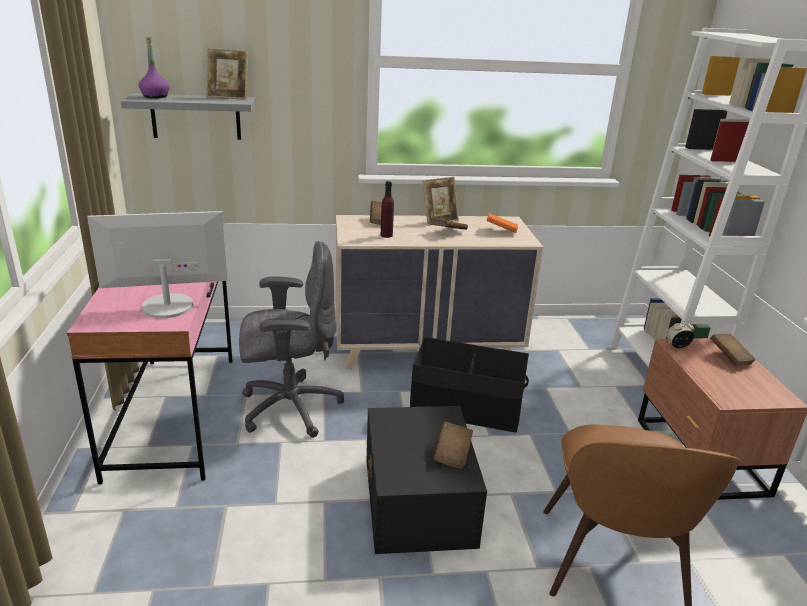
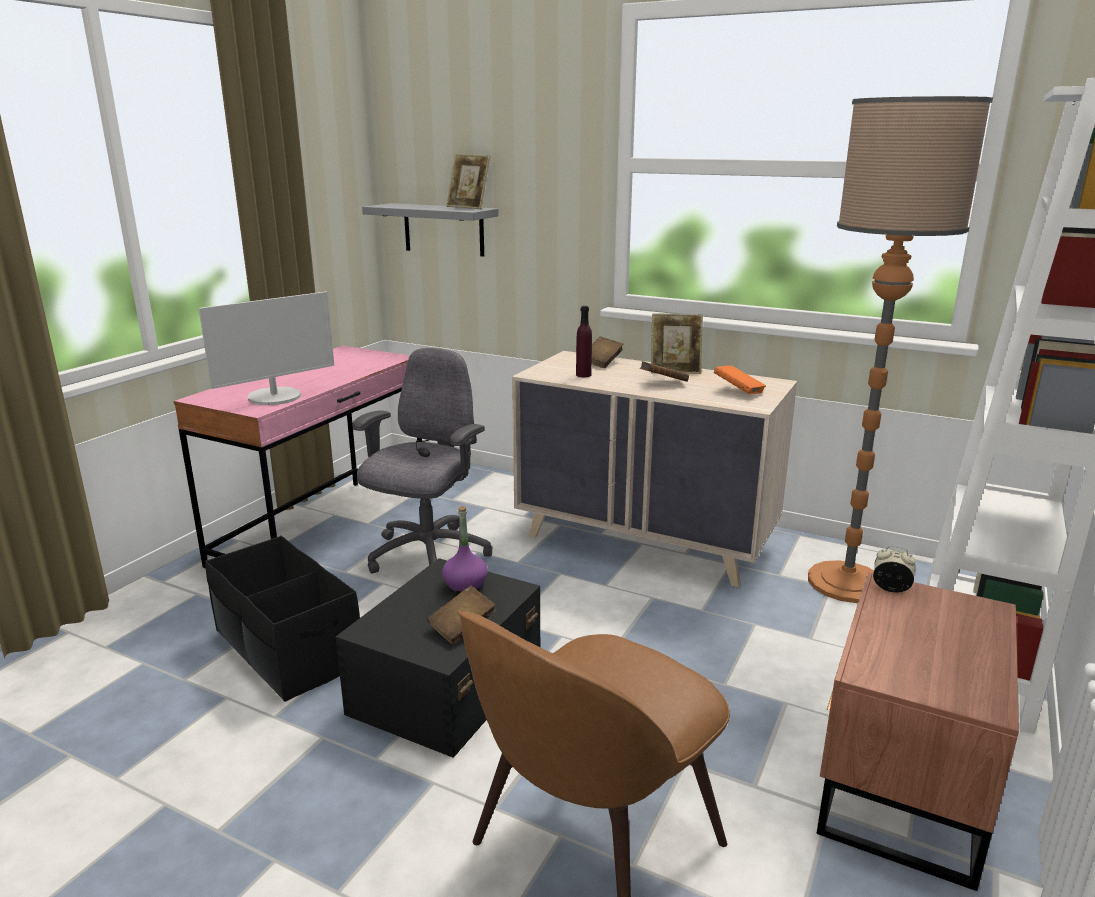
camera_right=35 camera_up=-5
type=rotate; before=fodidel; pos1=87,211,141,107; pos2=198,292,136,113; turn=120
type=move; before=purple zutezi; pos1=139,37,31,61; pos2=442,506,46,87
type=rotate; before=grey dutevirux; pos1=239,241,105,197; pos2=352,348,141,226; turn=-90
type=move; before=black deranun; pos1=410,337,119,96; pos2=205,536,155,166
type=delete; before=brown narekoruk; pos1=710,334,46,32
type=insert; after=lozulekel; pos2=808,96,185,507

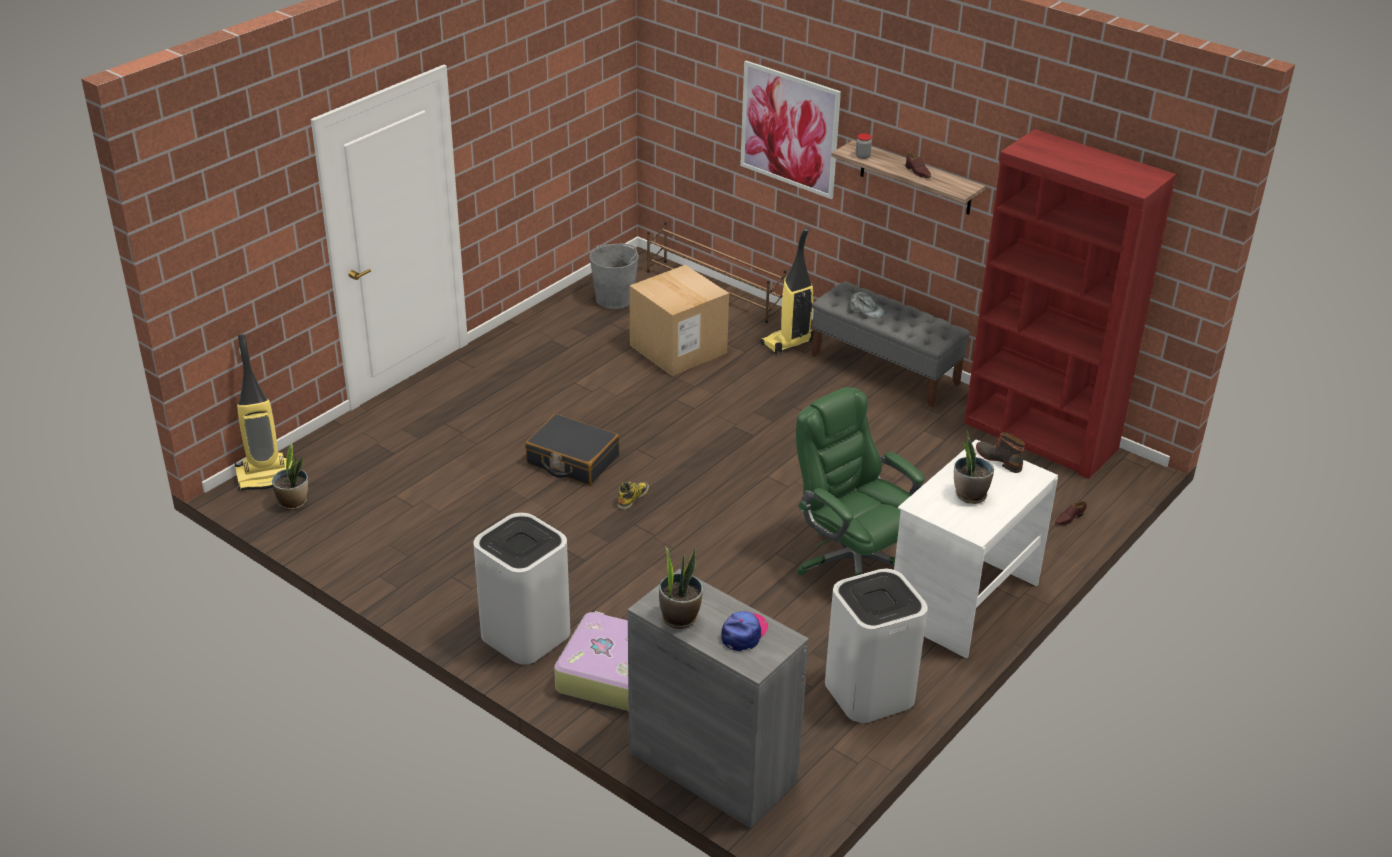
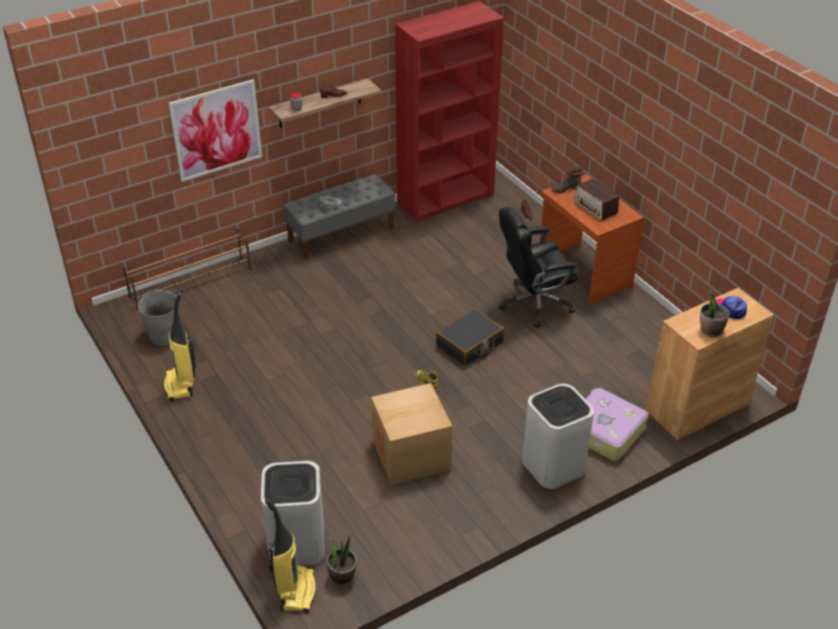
camera_right=-70 camera_up=5
type=move; before=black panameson; pos1=525,414,94,71; pos2=436,309,68,57
type=recolor; before=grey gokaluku; after=brown gokaluku; pos1=628,569,181,260; pos2=646,288,128,152
type=move; before=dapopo; pos1=629,265,100,111; pos2=371,383,81,102
type=move; before=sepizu; pos1=760,227,53,127; pos2=164,293,32,108
type=recolor; before=green dutevirux; after=black dutevirux; pos1=796,387,129,189; pos2=499,207,79,121
type=move; before=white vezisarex; pos1=825,569,102,154; pos2=261,461,64,105
type=recolor; before=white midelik; after=brown midelik; pos1=894,439,164,219; pos2=540,175,104,129
type=replace; before=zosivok; after=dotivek; pos1=954,430,40,74; pos2=574,178,45,43

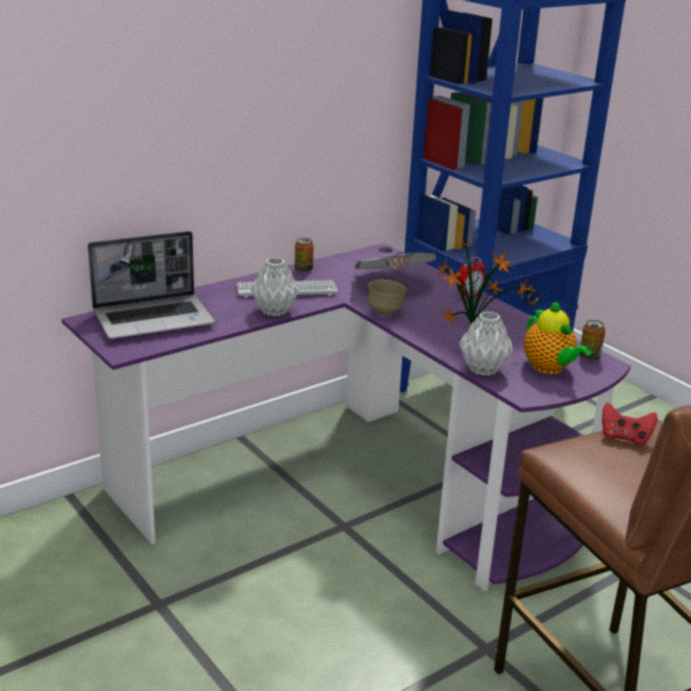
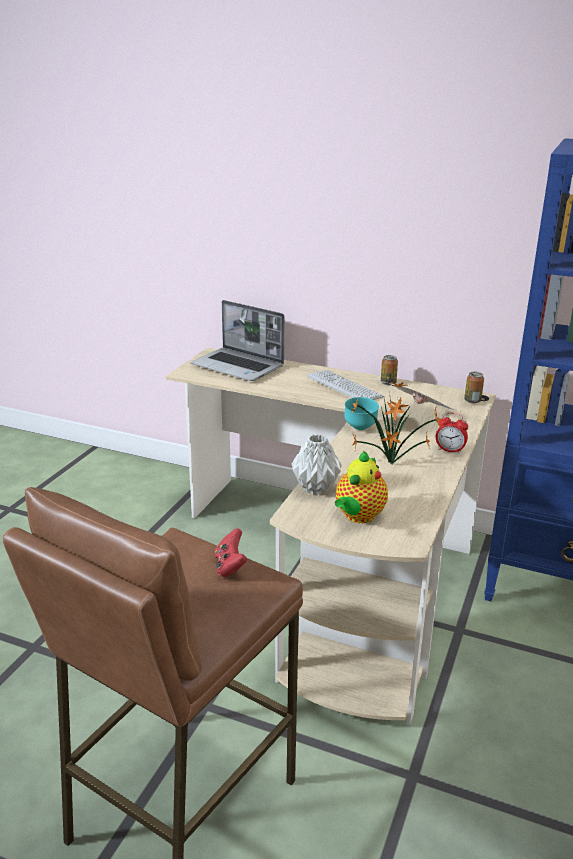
camera_right=60 camera_up=0
type=recolor; before=purple midelik; after=beige midelik; pos1=62,243,569,348; pos2=166,347,330,378
type=delete; before=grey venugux; pos1=251,258,48,58
type=recolor; before=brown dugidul; after=turquoise dugidul; pos1=368,280,39,36; pos2=344,397,35,33
type=move; before=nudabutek; pos1=579,320,26,41; pos2=464,372,20,32

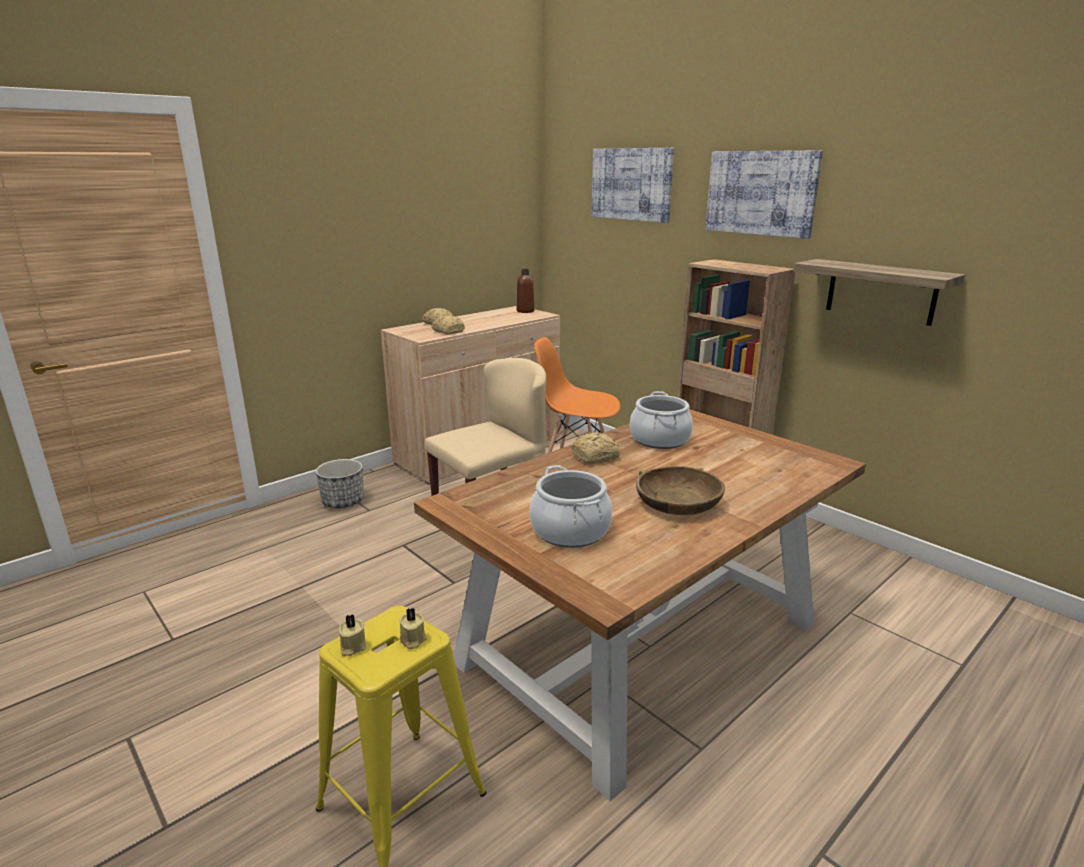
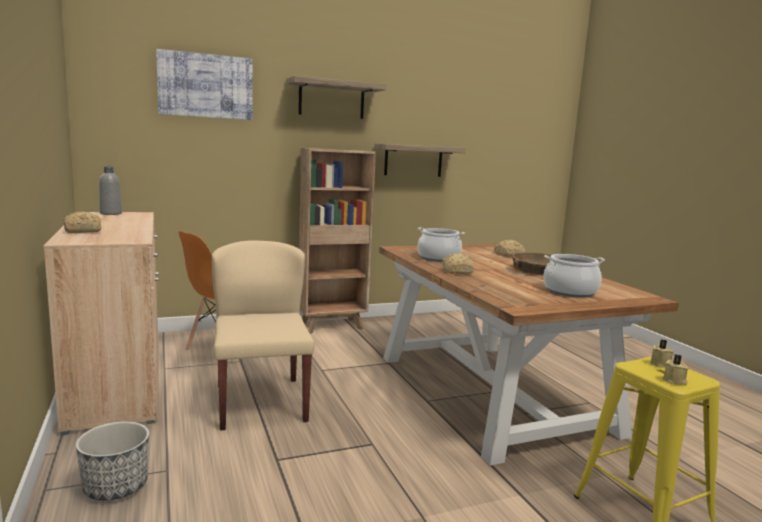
camera_right=-70 camera_up=-10
type=move; before=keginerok; pos1=431,315,34,19; pos2=494,240,31,17
type=recolor; before=brown zutezi; after=grey zutezi; pos1=517,269,17,44; pos2=99,167,23,48
type=replace; before=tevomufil; after=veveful; pos1=705,150,118,89; pos2=287,76,99,43

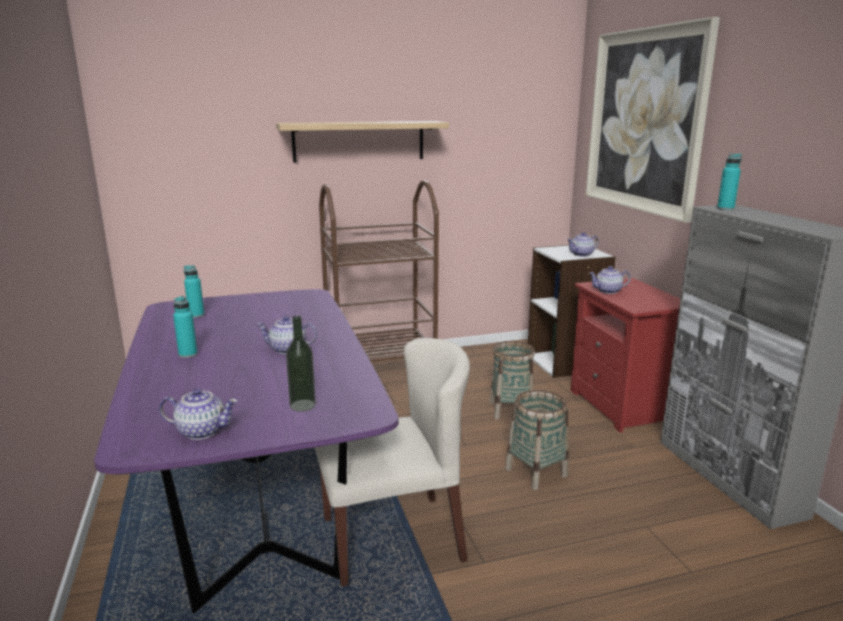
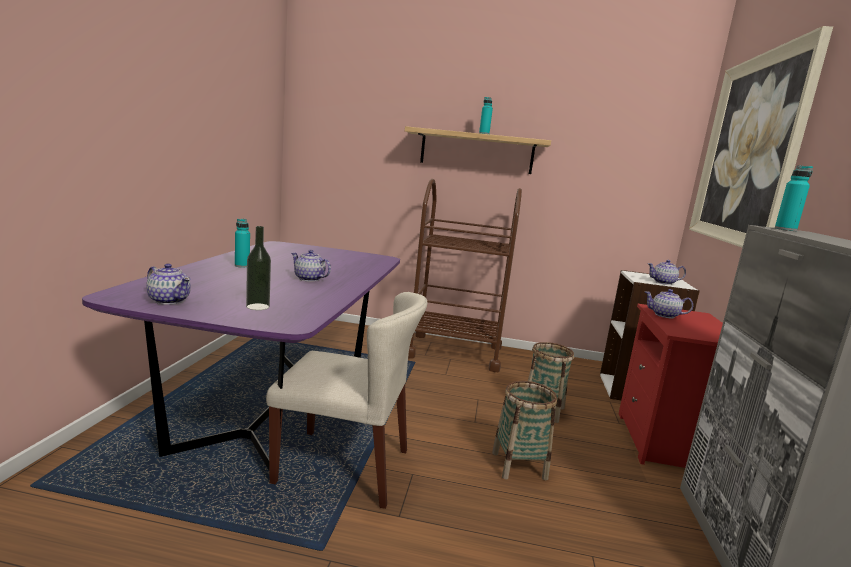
camera_right=25 camera_up=-5
type=move; before=turquoise zutezi; pos1=184,265,21,53; pos2=479,97,14,37

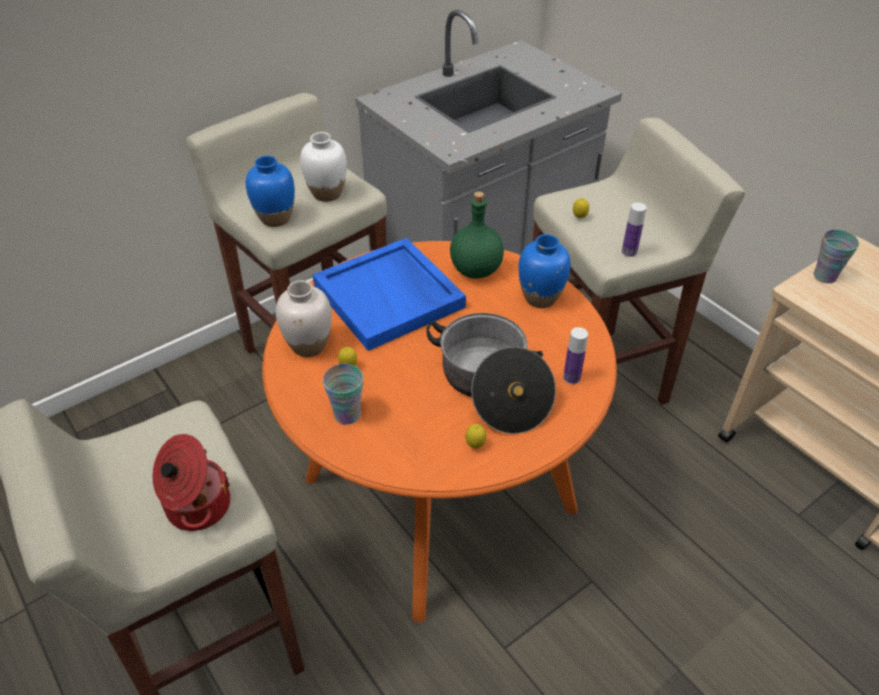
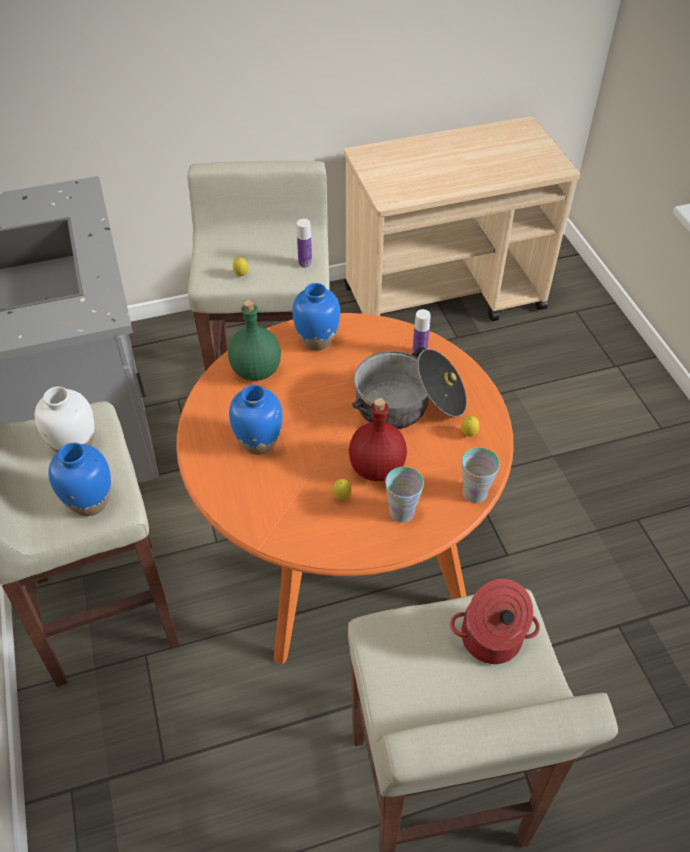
camera_right=-70 camera_up=5
type=delete; before=white venugux; pos1=276,280,56,77
type=replace; before=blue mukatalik; after=blue venugux; pos1=313,238,153,113; pos2=229,385,54,70
type=move; before=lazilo; pos1=813,230,46,53; pos2=462,447,38,56
type=insert; after=red zutezi; pos2=349,398,58,83

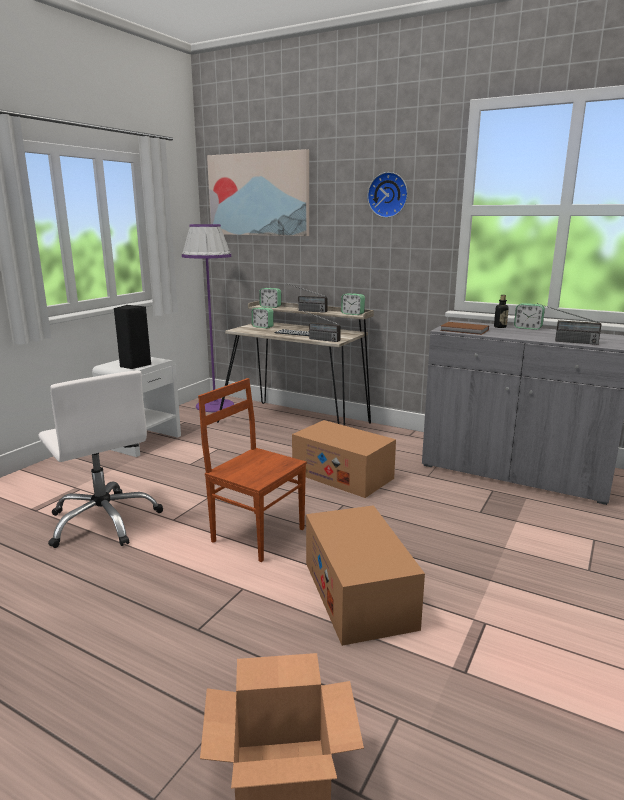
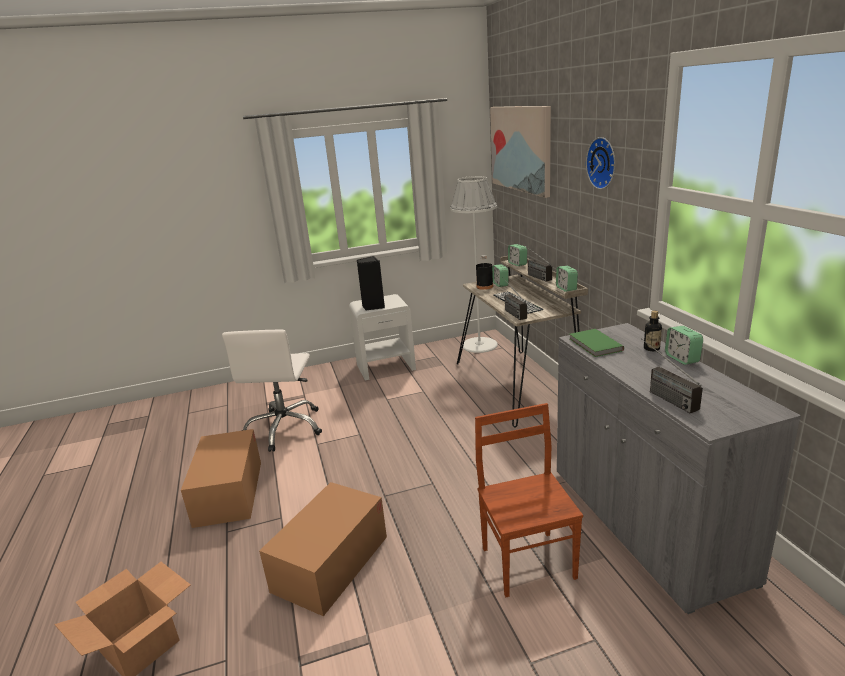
camera_right=45 camera_up=5
type=recolor; before=purple lozulekel; after=white lozulekel; pos1=182,224,52,188; pos2=450,176,48,177
type=move; before=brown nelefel; pos1=198,378,109,184; pos2=475,403,108,194
type=move; before=dapopo; pos1=292,420,104,78; pos2=181,429,80,99
type=recolor; before=brown narekoruk; after=green narekoruk; pos1=440,322,49,13; pos2=570,329,54,28
type=insert; after=black zutezi; pos2=476,255,17,35

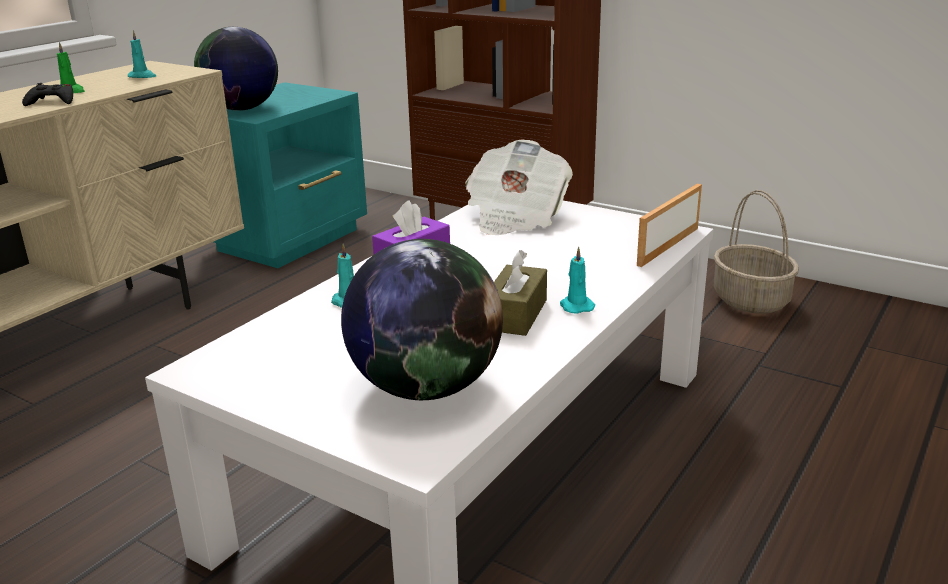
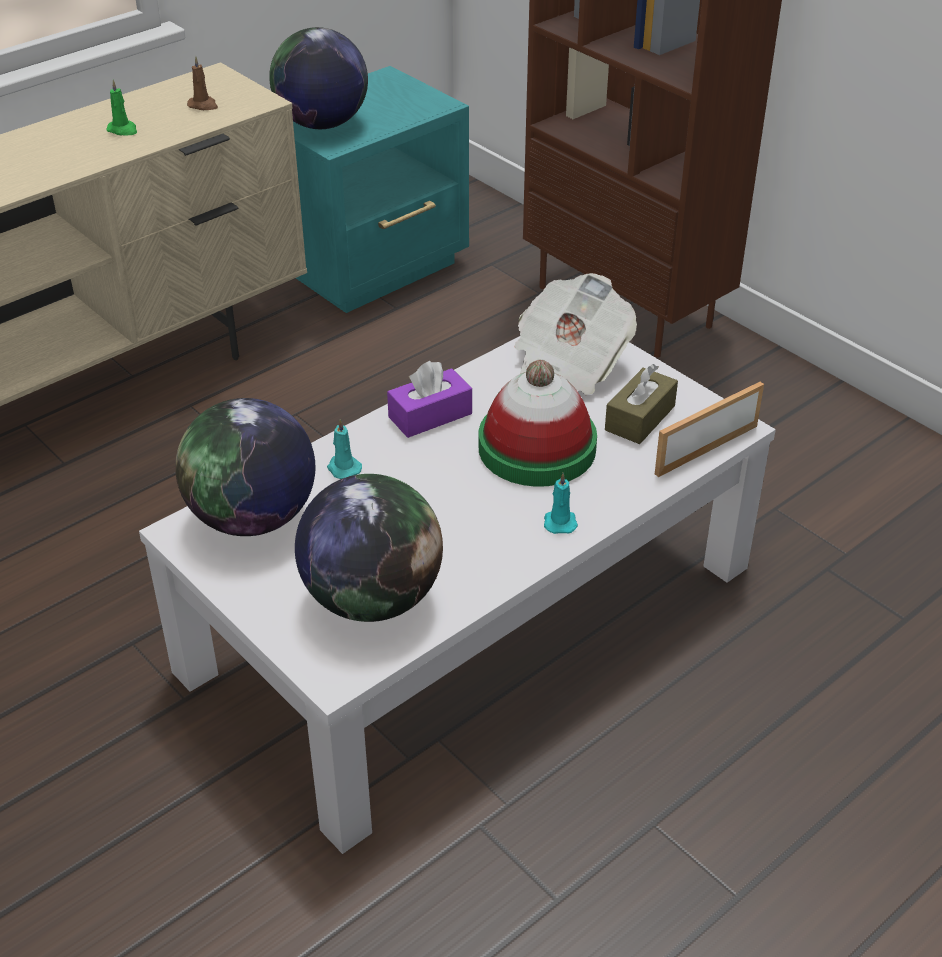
camera_right=15 camera_up=15
type=delete; before=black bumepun; pos1=22,83,51,23
type=recolor; before=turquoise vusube; after=brown vusube; pos1=128,30,28,48; pos2=187,56,31,54
type=move; before=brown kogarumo; pos1=494,250,53,86; pos2=605,364,73,80
type=delete; before=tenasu; pos1=713,190,86,124
type=insert; after=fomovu; pos2=175,398,140,138
type=insert; after=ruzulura; pos2=478,360,119,127

